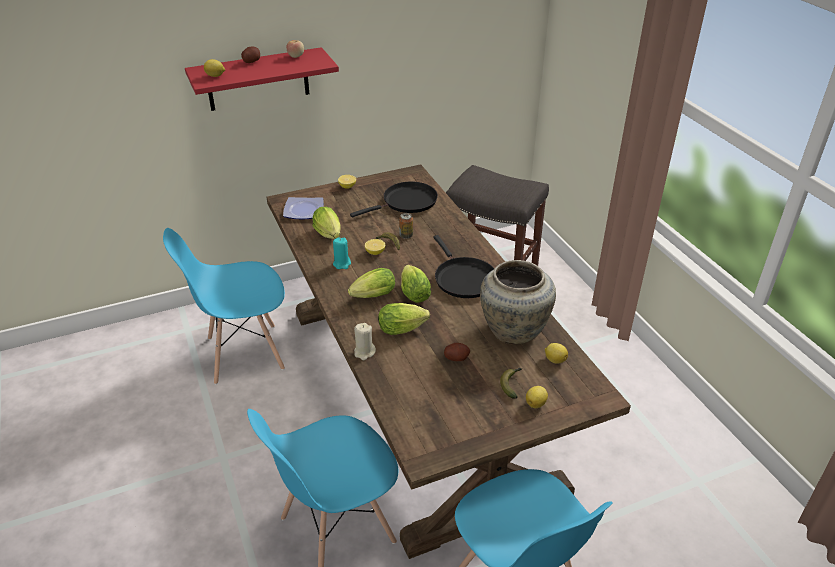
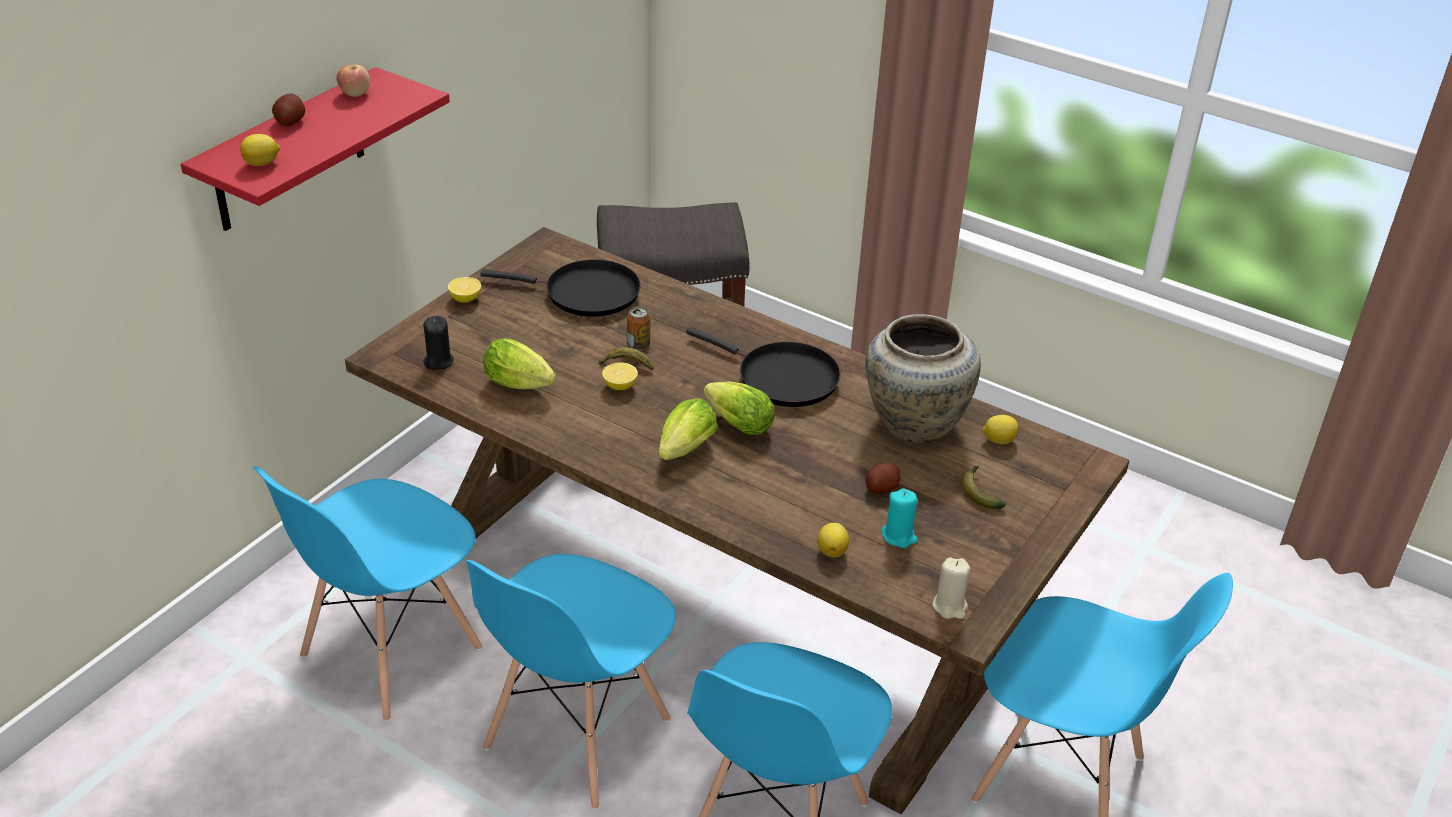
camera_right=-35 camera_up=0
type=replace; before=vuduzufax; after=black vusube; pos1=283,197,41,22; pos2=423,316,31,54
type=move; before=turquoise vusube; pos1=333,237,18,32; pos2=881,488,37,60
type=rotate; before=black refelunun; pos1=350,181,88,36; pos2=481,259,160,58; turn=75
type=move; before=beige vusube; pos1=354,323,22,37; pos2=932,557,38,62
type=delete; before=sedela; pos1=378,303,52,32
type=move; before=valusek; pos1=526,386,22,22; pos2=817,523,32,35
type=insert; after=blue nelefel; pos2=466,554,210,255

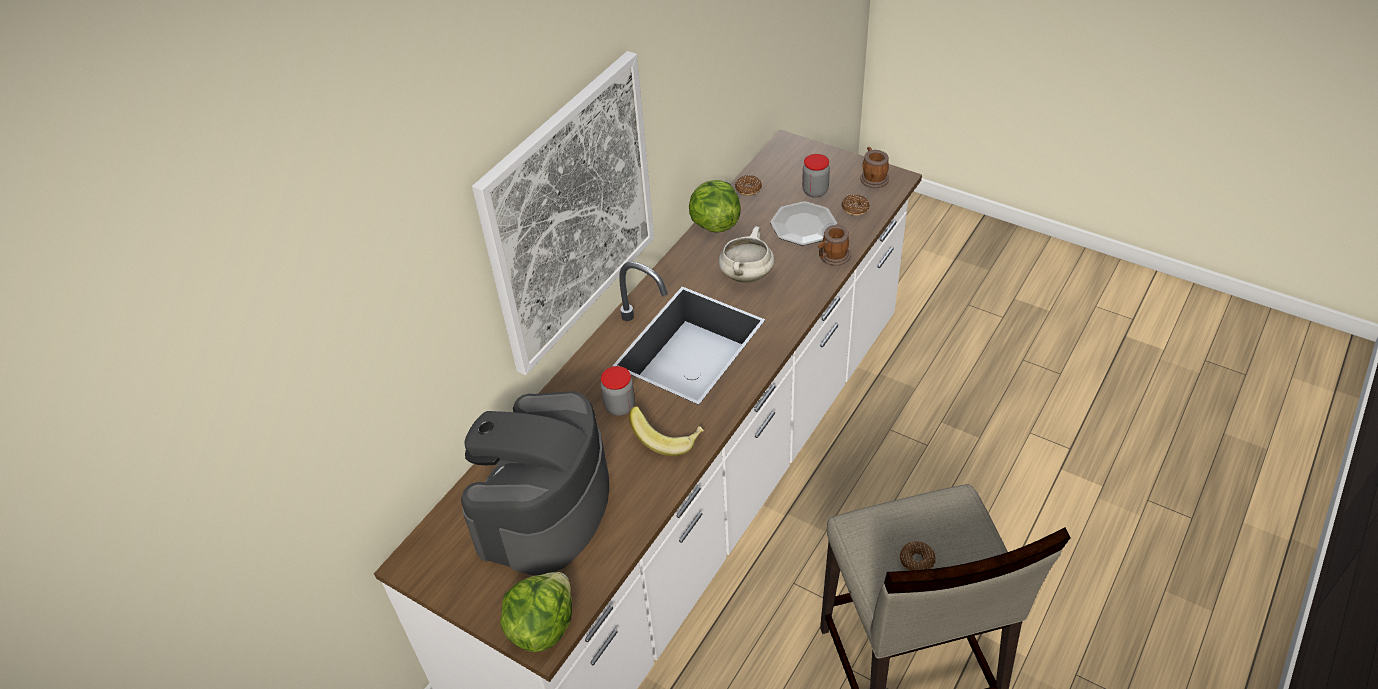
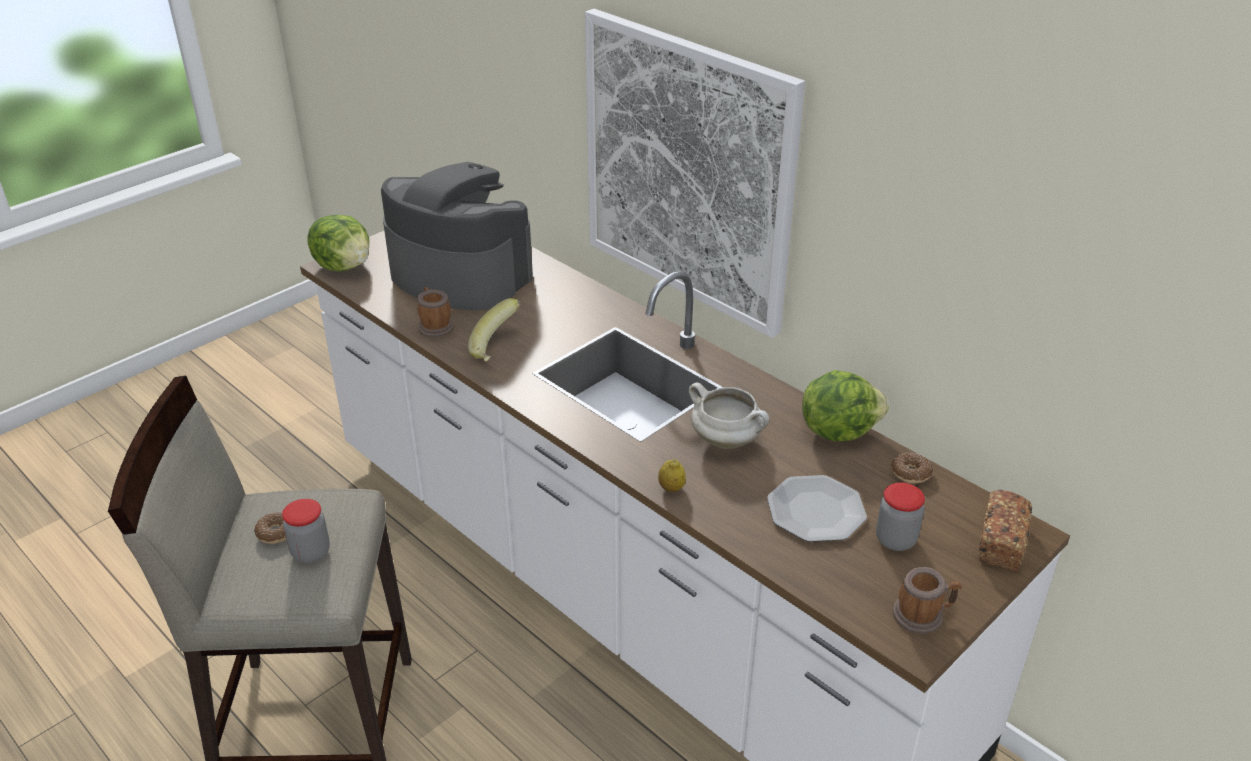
camera_right=100 camera_up=-10
type=move; before=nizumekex; pos1=601,366,34,50; pos2=282,499,48,64
type=move; before=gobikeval; pos1=818,225,32,41; pos2=417,287,37,50
type=delete; before=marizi; pos1=842,194,28,22
type=insert; after=valusek; pos2=658,459,28,33
type=insert; after=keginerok; pos2=978,490,54,81

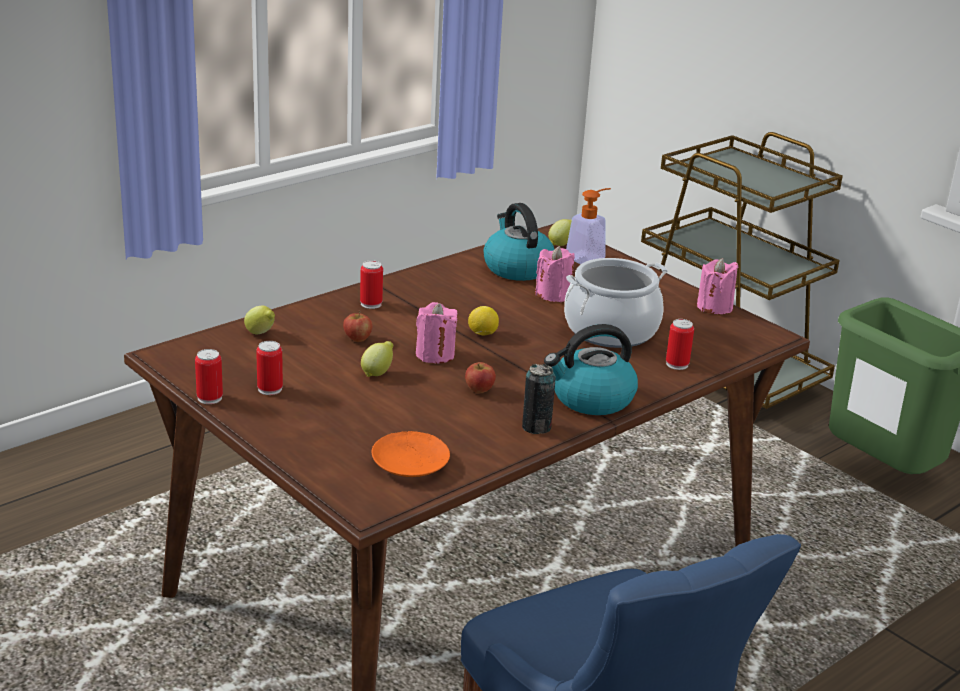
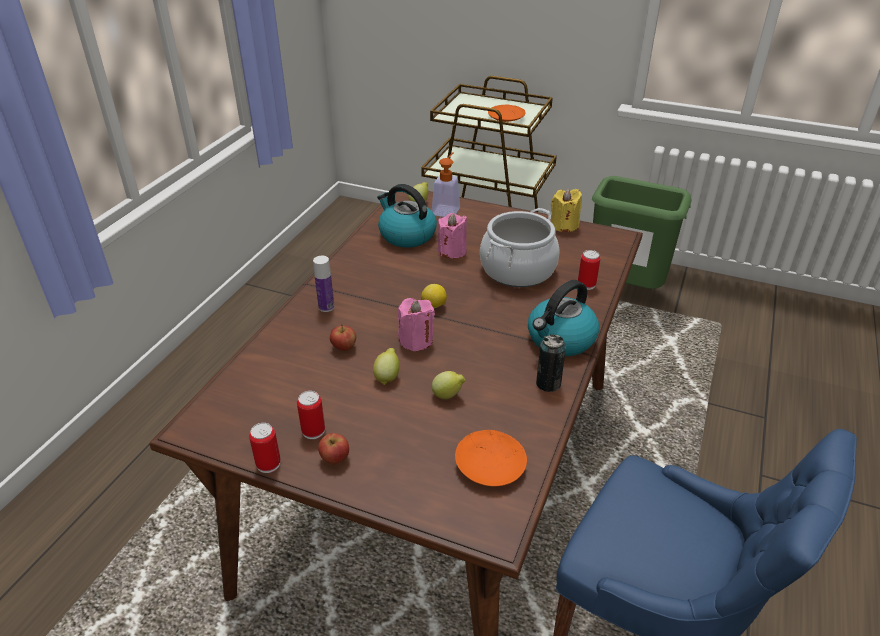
camera_right=-25 camera_up=10
type=move; before=valusek; pos1=244,306,31,28; pos2=432,371,33,28
type=replace; before=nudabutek; after=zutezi; pos1=360,260,23,49; pos2=313,256,21,56
type=move; before=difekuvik; pos1=465,362,31,31; pos2=318,433,31,31
type=recolor; before=pink vusube; after=yellow vusube; pos1=697,258,41,56; pos2=551,188,31,44
type=insert; after=orange vuduzufax; pos2=488,105,38,17

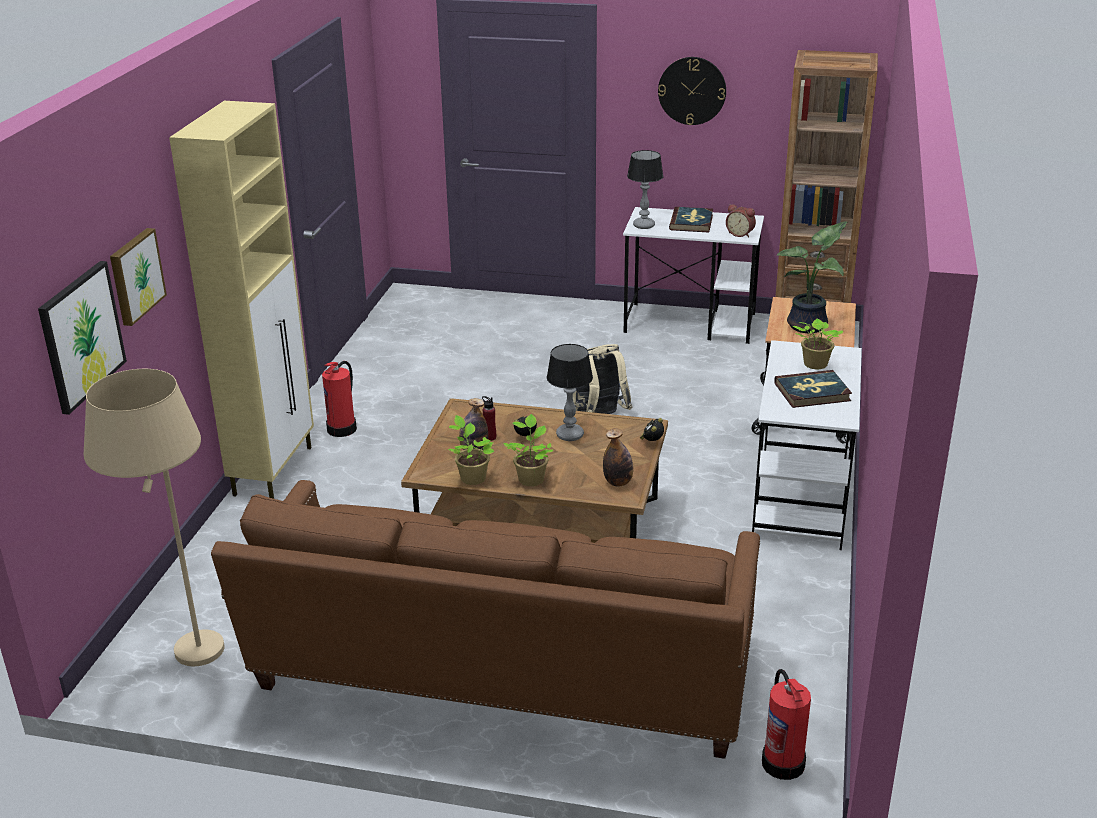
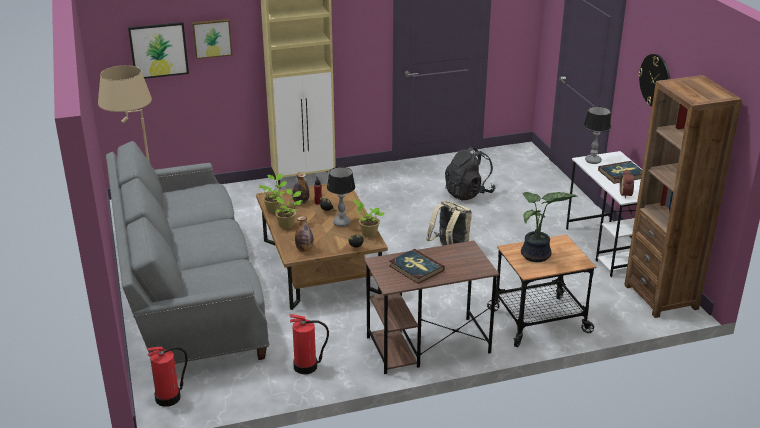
camera_right=60 camera_up=0
type=recolor; before=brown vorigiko; after=grey vorigiko; pos1=211,480,549,279; pos2=106,141,163,223
type=move; before=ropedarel; pos1=322,361,35,76; pos2=290,314,39,60
type=recolor; before=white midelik; after=brown midelik; pos1=752,340,110,210; pos2=364,241,135,133
type=move; before=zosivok; pos1=792,319,51,50; pos2=353,199,32,39
type=insert; after=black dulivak; pos2=445,146,50,54

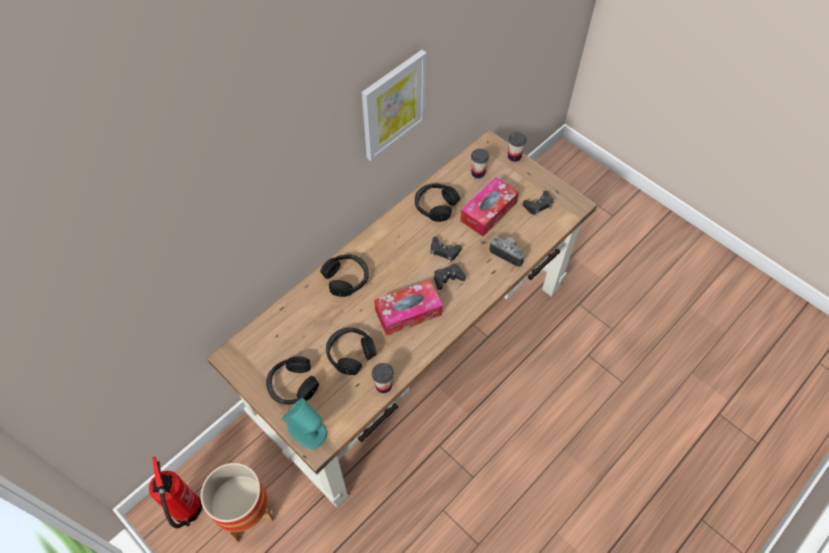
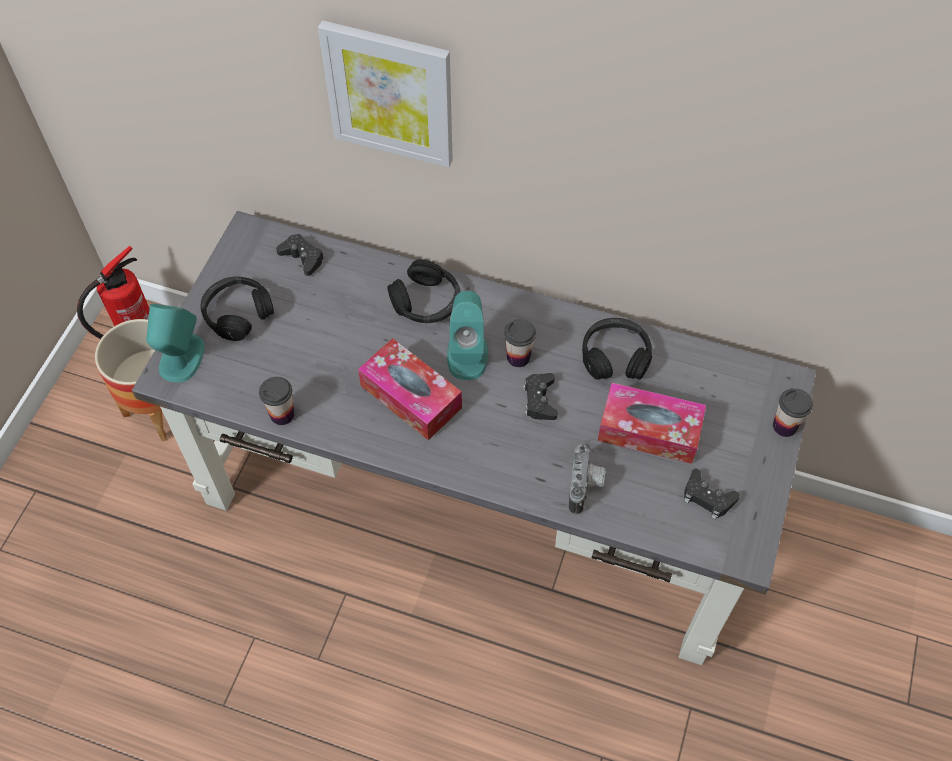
camera_right=65 camera_up=0
type=recolor; before=brown midelik; after=grey midelik; pos1=206,130,391,378; pos2=132,211,685,454
type=delete; before=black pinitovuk; pos1=326,328,51,47
type=move; before=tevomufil; pos1=362,50,65,111; pos2=318,20,135,148
type=move; before=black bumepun; pos1=434,264,32,26; pos2=276,234,48,42
type=move; before=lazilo; pos1=471,148,18,30; pos2=504,319,32,48
type=insert; after=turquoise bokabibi; pos2=447,291,41,89

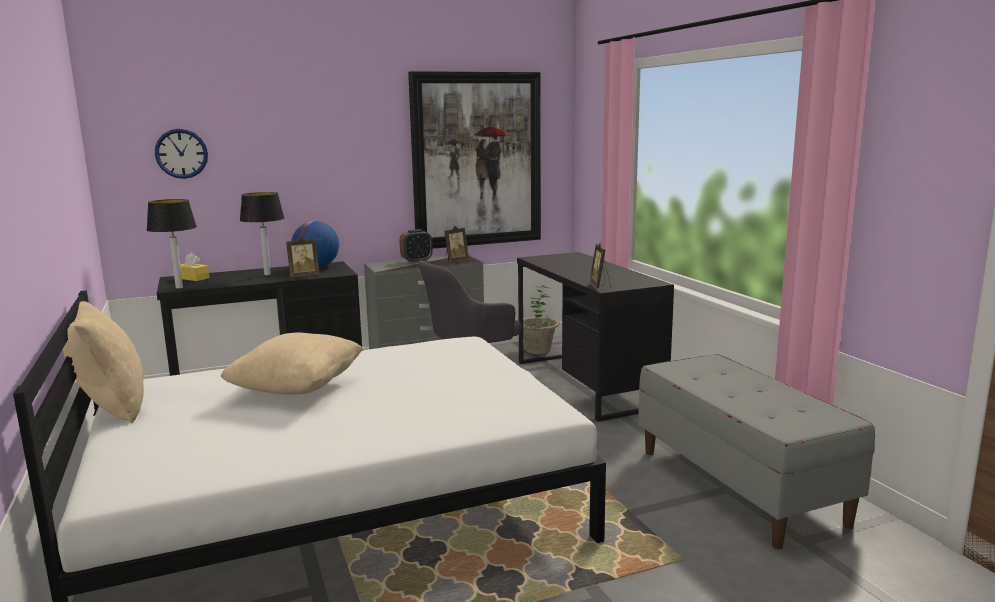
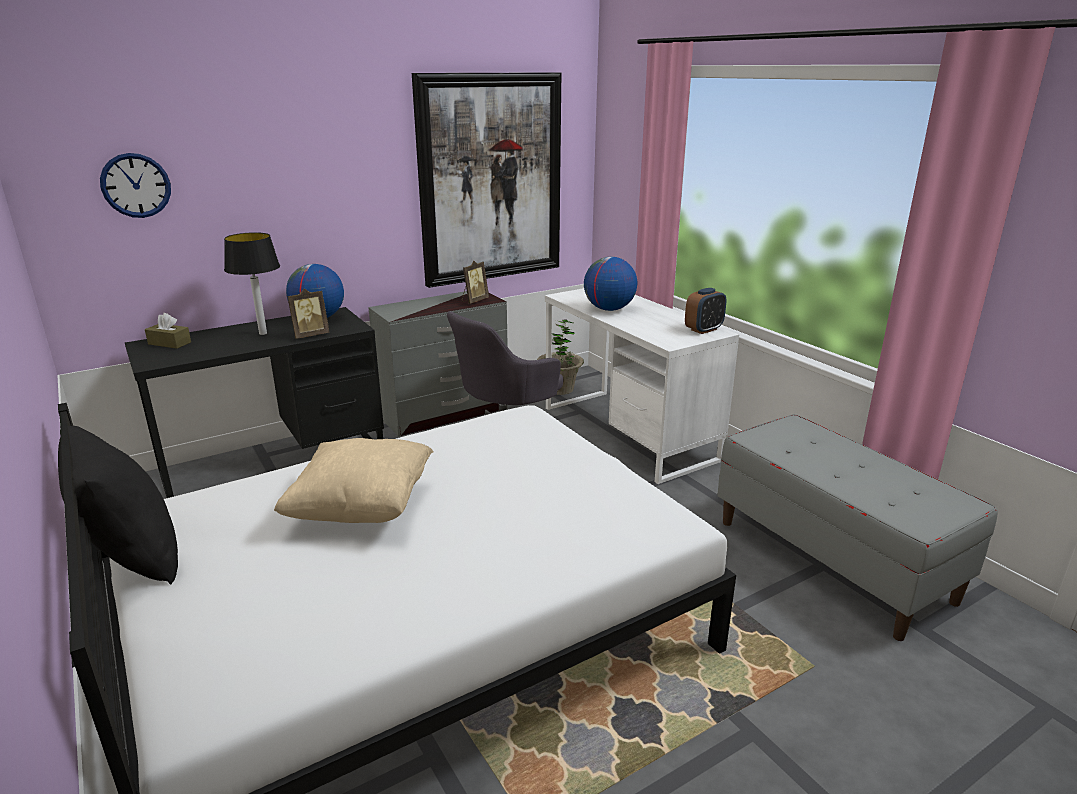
camera_right=-10 camera_up=10
type=recolor; before=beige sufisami; after=black sufisami; pos1=63,301,81,122; pos2=58,426,120,159
type=delete; before=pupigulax; pos1=147,199,50,90
type=recolor; before=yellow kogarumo; after=brown kogarumo; pos1=180,253,30,28; pos2=145,313,46,36
type=move; before=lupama; pos1=399,229,34,34; pos2=685,288,42,46
type=recolor; before=black midelik; after=white midelik; pos1=517,252,157,170; pos2=545,288,194,196
type=delete; before=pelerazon; pos1=590,243,21,45
type=insert; after=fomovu; pos2=584,257,53,54

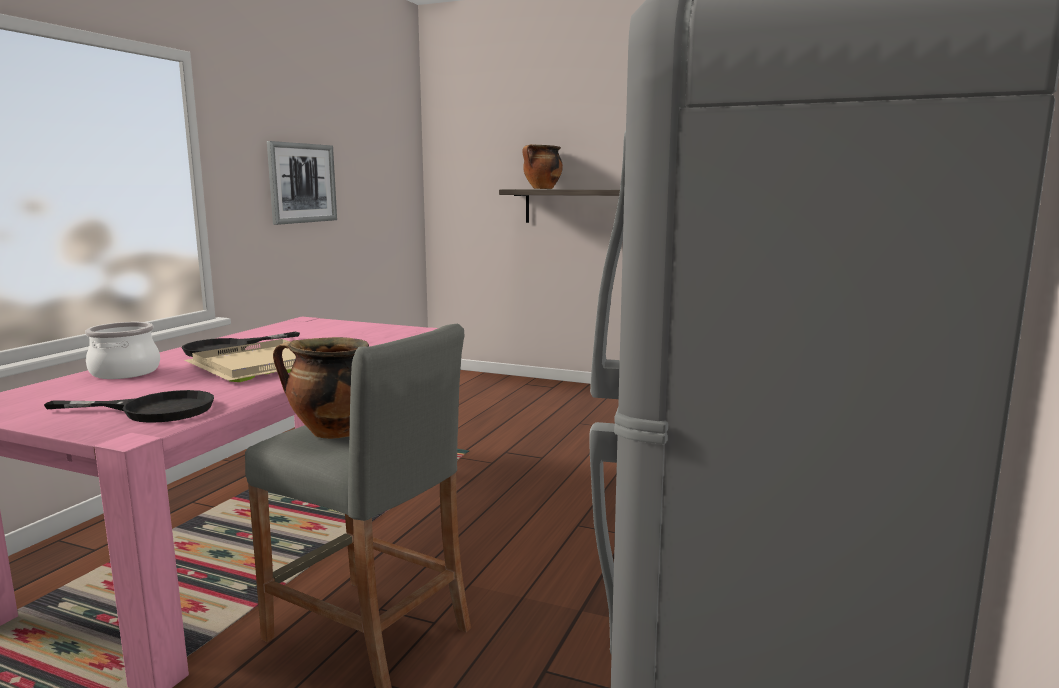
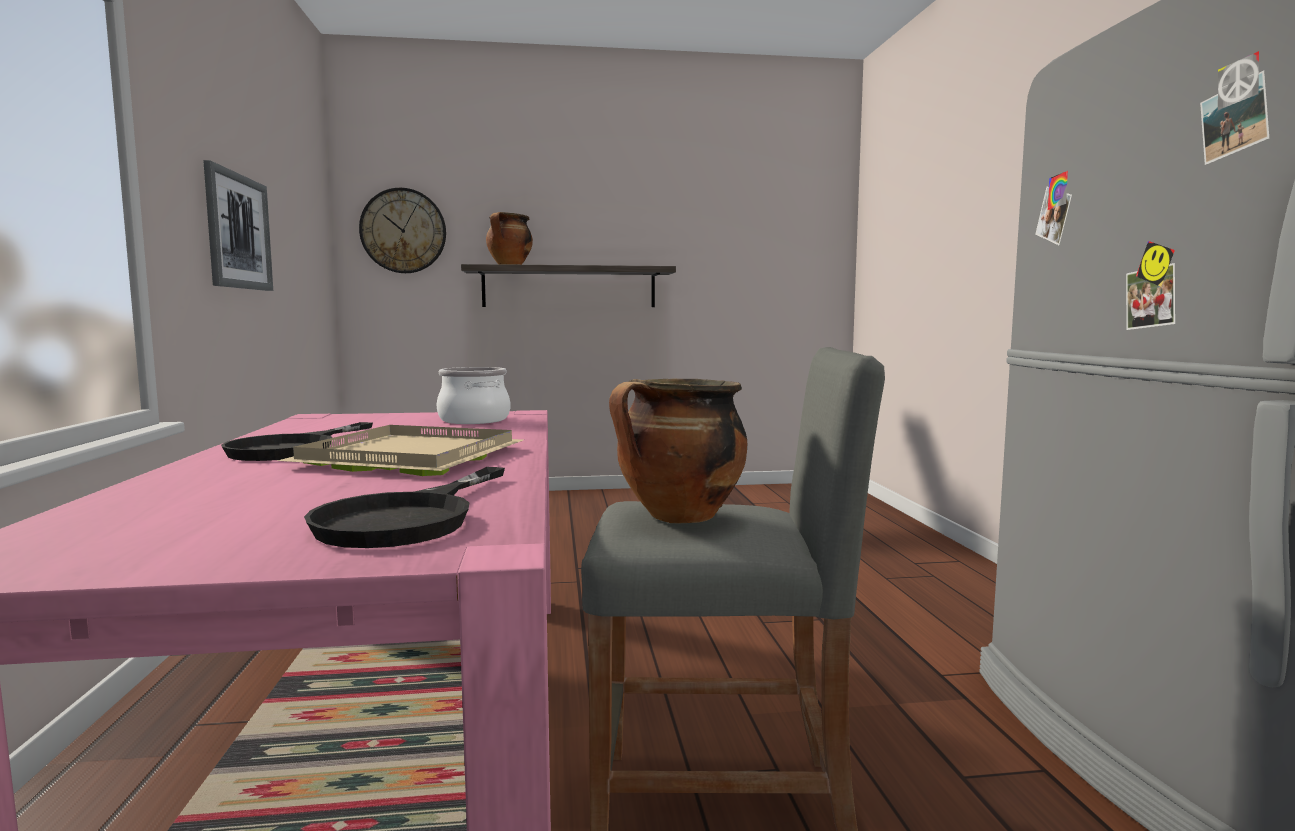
camera_right=-30 camera_up=-5
type=rotate; before=black refelunun; pos1=44,390,170,33; pos2=304,467,201,81; turn=135
type=move; before=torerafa; pos1=85,322,75,57; pos2=437,367,73,57
type=insert; after=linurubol; pos2=359,188,87,85

